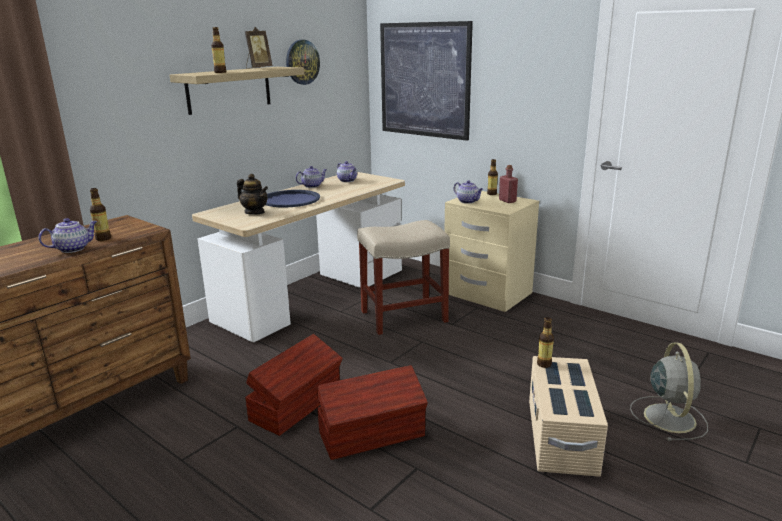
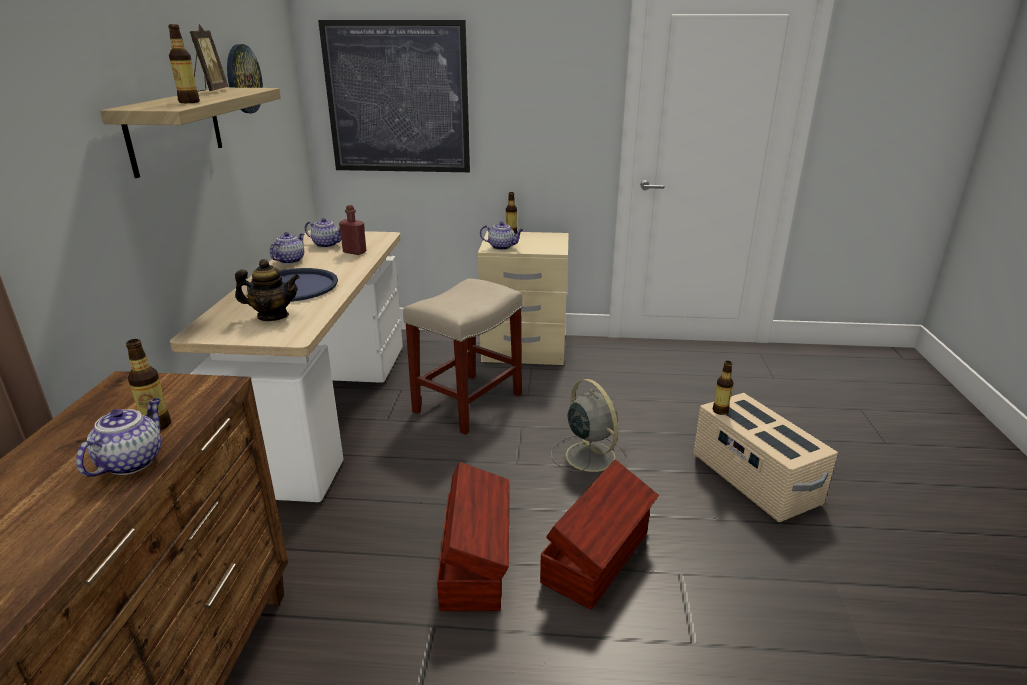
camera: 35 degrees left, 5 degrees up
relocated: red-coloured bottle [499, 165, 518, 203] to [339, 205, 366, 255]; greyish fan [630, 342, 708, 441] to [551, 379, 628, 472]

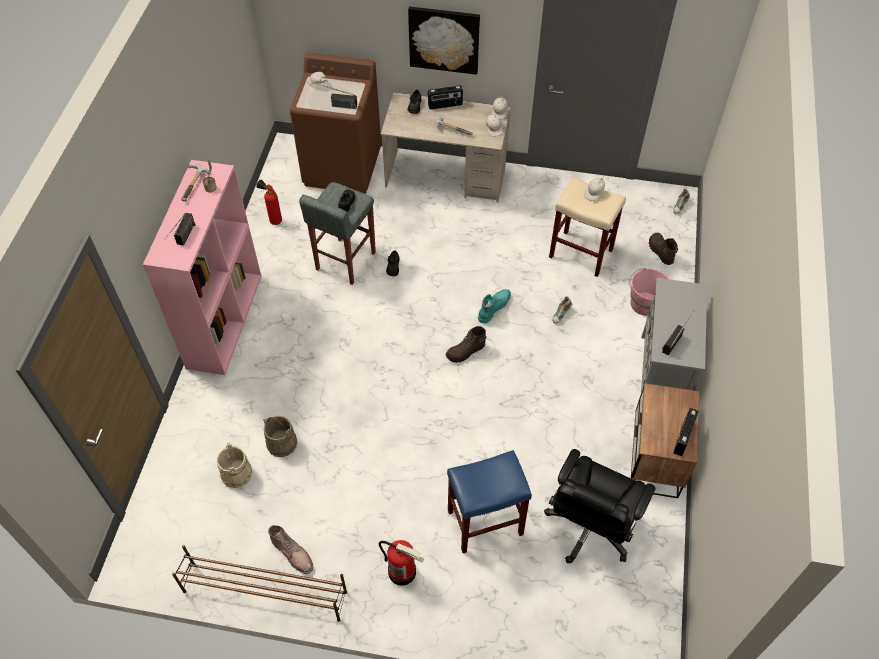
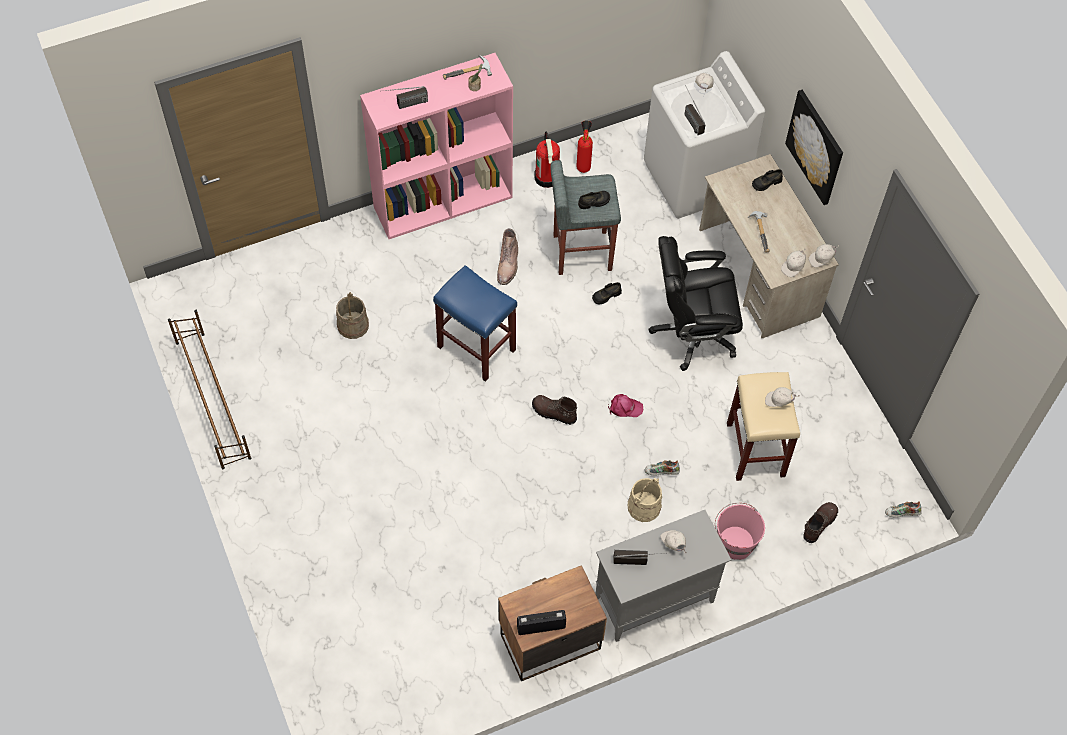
camera: 55 degrees right, 5 degrees up
missing: radio receiver [428, 85, 463, 109]
appeared: white peaked cap [660, 530, 686, 553]
relocated: beige bucket [217, 443, 252, 488] to [628, 478, 662, 522]; brown tall boot [268, 525, 313, 574] to [497, 228, 518, 285]; fire-fighting cylinder [379, 540, 424, 586] to [534, 132, 560, 188]; blue stool seat [447, 450, 532, 553] to [433, 265, 517, 382]; blackish office chair [544, 449, 655, 563] to [648, 236, 743, 371]
exchanged: turquoise tall boot [478, 289, 511, 324] to pinkish peaked cap [608, 394, 644, 417]
colour: brown laundry machine [290, 53, 381, 194] to white laundry machine [644, 51, 765, 219]

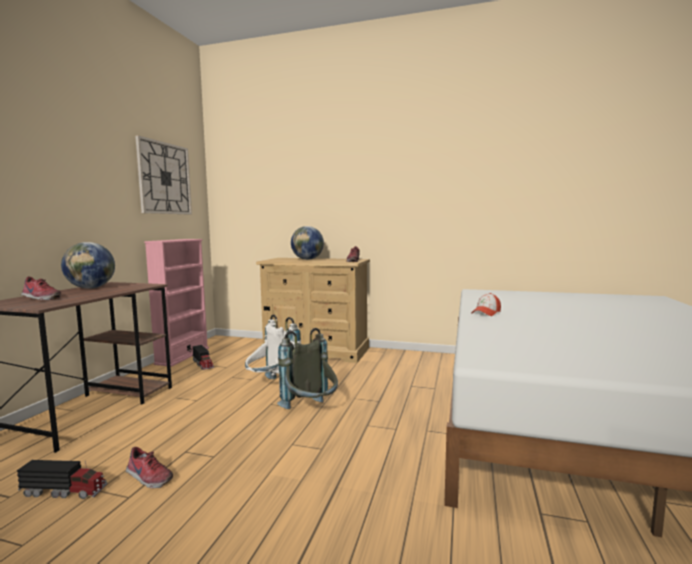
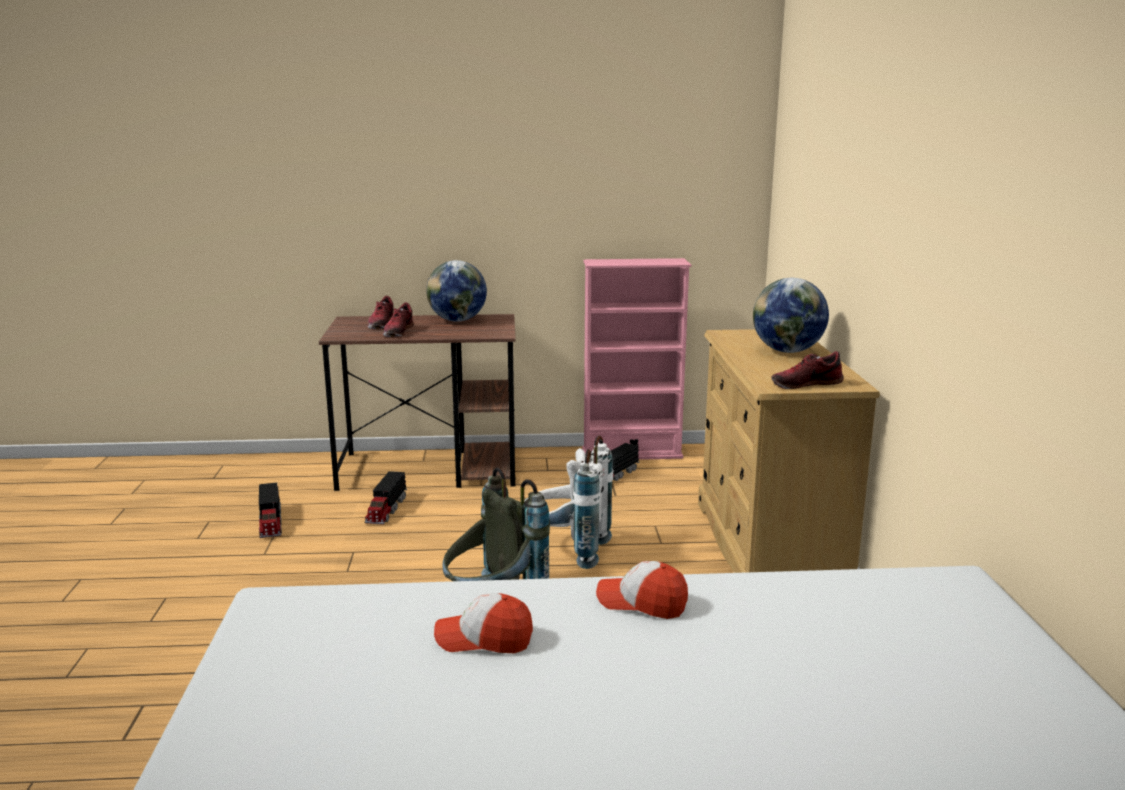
camera: 70 degrees right, 10 degrees up
missing: hanging clock [135, 135, 192, 215]
appeared: toy lorry [365, 471, 407, 525]; peaked cap [434, 593, 533, 653]
relocated: low shoe [126, 447, 173, 488] to [383, 302, 414, 337]

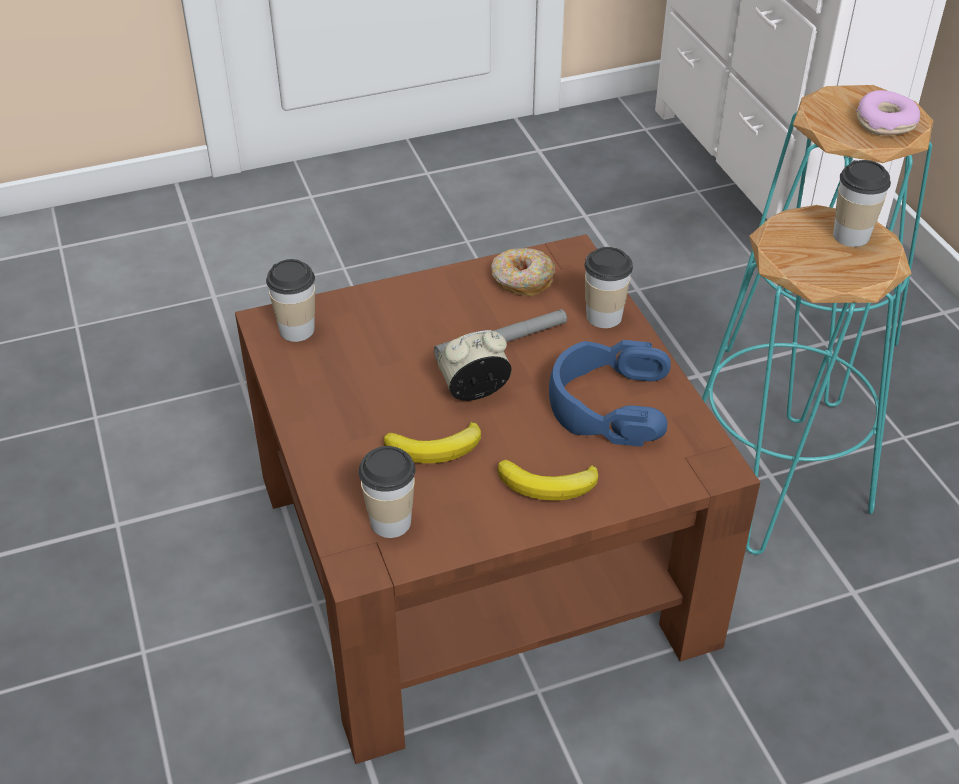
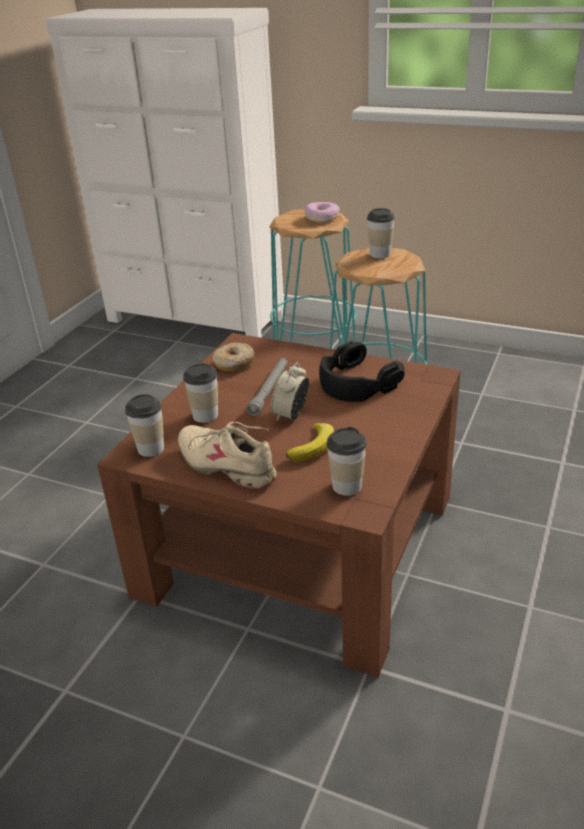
camera: 45 degrees left, 10 degrees down
missing: whole banana [497, 460, 598, 500]
appeared: beige low shoe [178, 422, 277, 489]
relocated: cup [585, 247, 633, 328] to [183, 363, 218, 423]
colour: blue pair of headphones [549, 340, 671, 447] to blackish pair of headphones [319, 341, 405, 402]

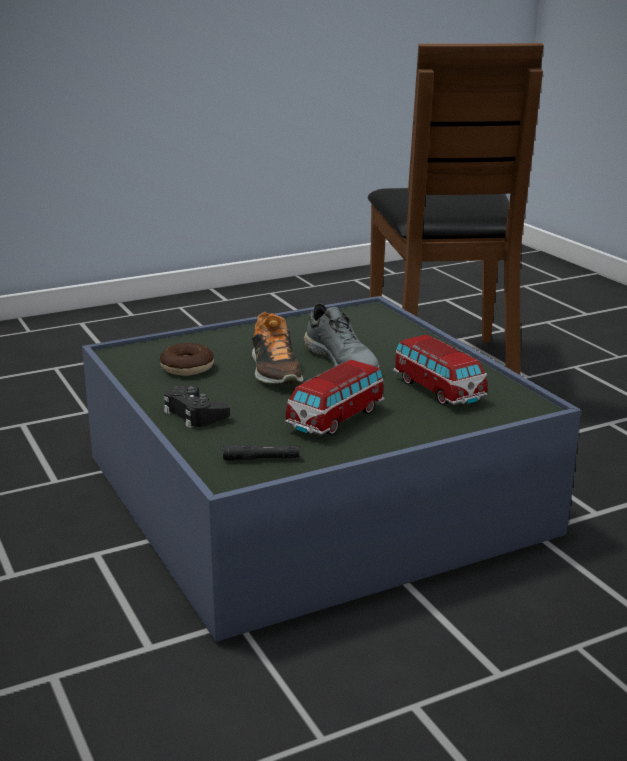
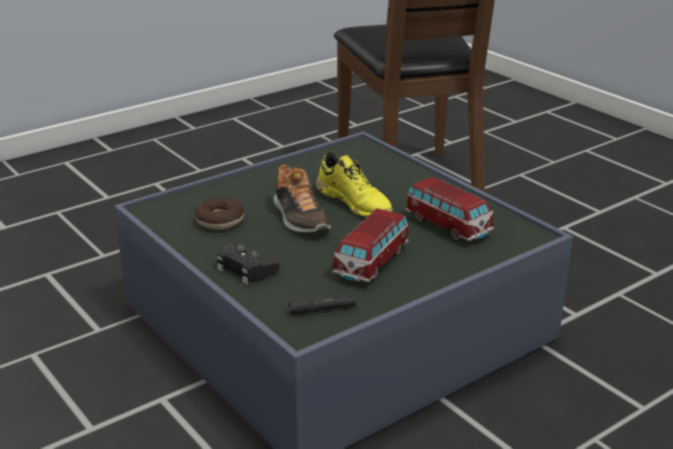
camera: 10 degrees left, 5 degrees up
colour: greyish low shoe [304, 303, 380, 368] to yellowish low shoe [316, 152, 393, 217]

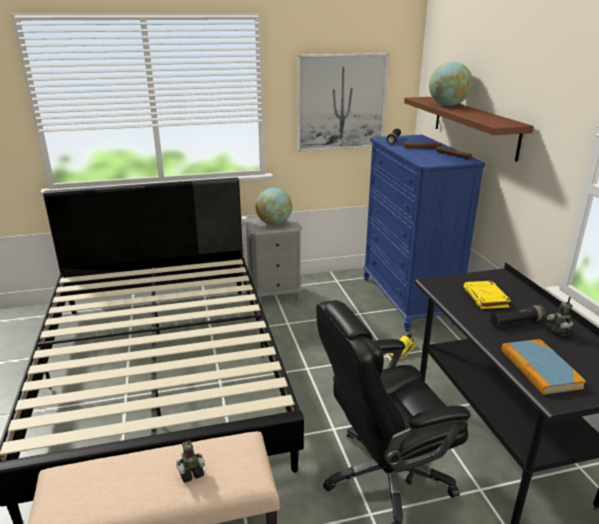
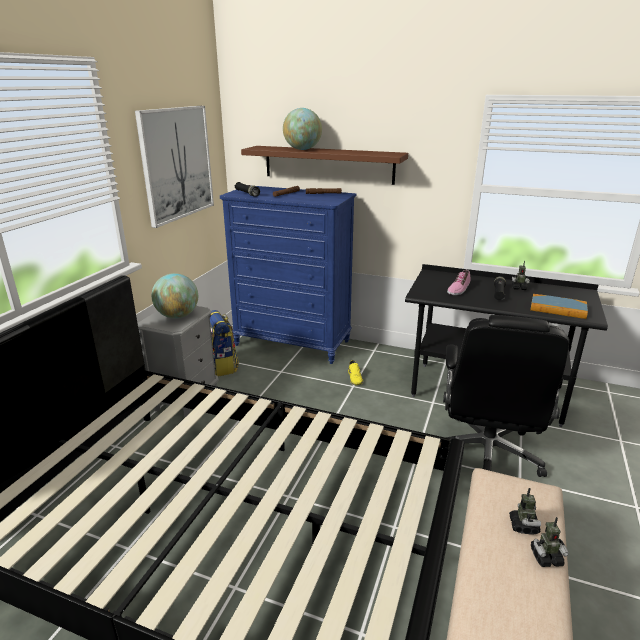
camera: 55 degrees left, 0 degrees up
appeared: backpack [209, 310, 239, 377]; toy robot [531, 517, 569, 567]
exchanged: yellowish book [463, 281, 511, 309] to low shoe [447, 270, 470, 295]

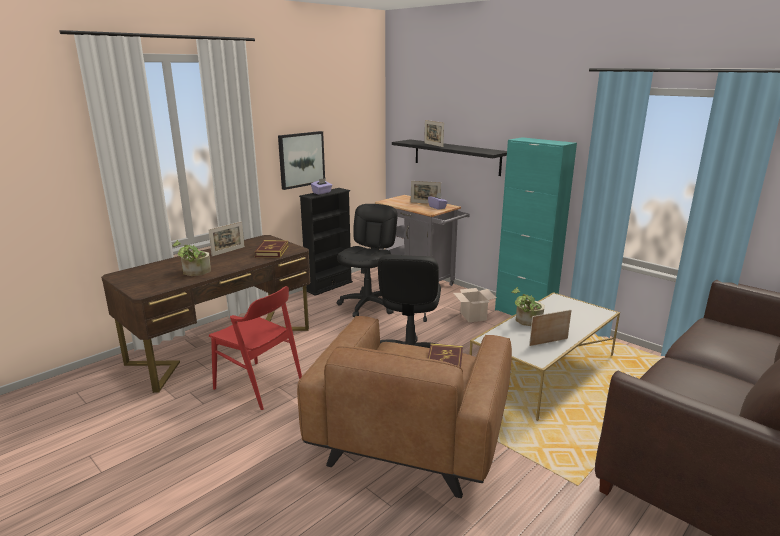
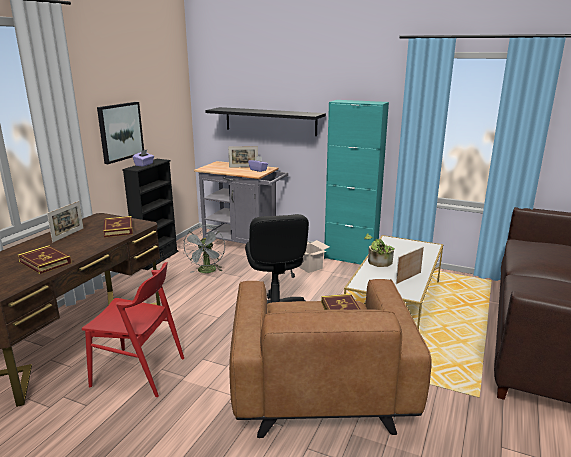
camera: 20 degrees left, 0 degrees up
missing: standing frame [424, 120, 444, 147]
exchanged: houseplant [172, 240, 211, 276] to book [18, 245, 71, 274]; blackish office chair [337, 204, 398, 317] to greyish fan [183, 225, 225, 273]

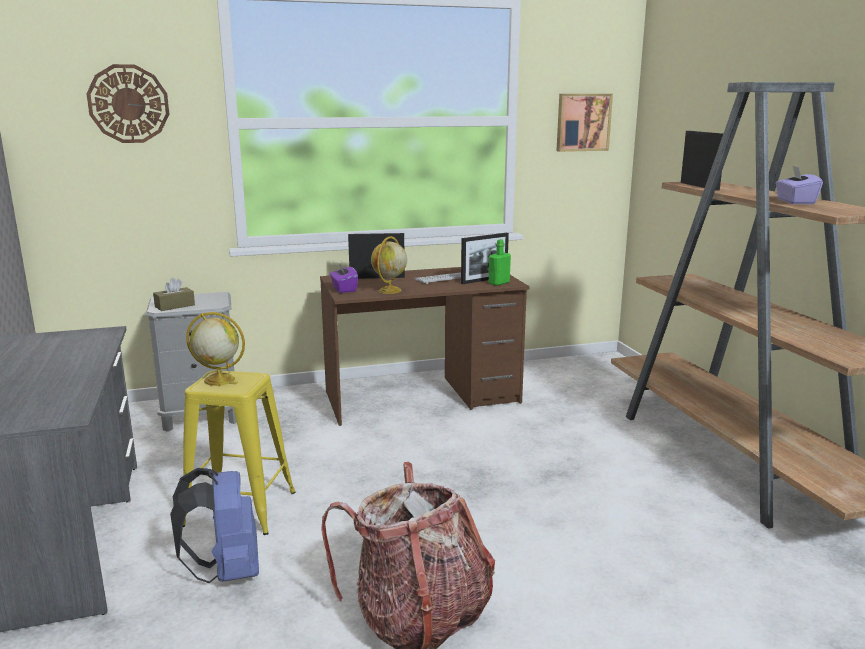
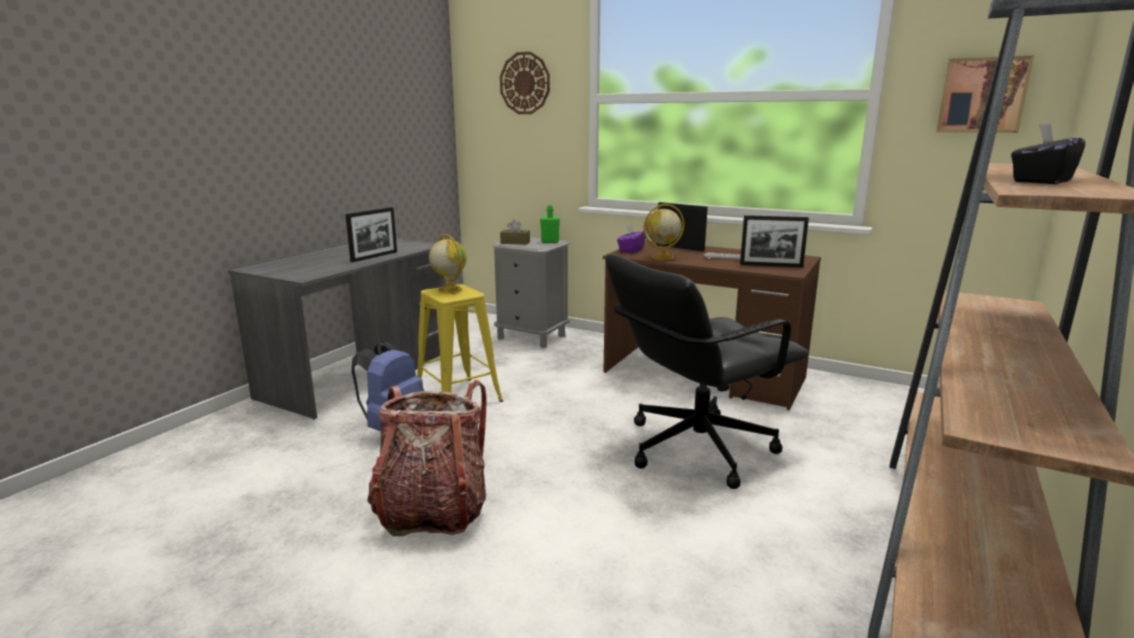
camera: 45 degrees right, 0 degrees up
appeared: blackish office chair [605, 255, 809, 489]
relocated: green-coloured bottle [489, 239, 511, 286] to [540, 205, 560, 243]; standing frame [681, 131, 723, 190] to [345, 207, 397, 262]
colour: purple-coloured tissue box [776, 166, 823, 204] to blackish tissue box [1011, 123, 1085, 184]

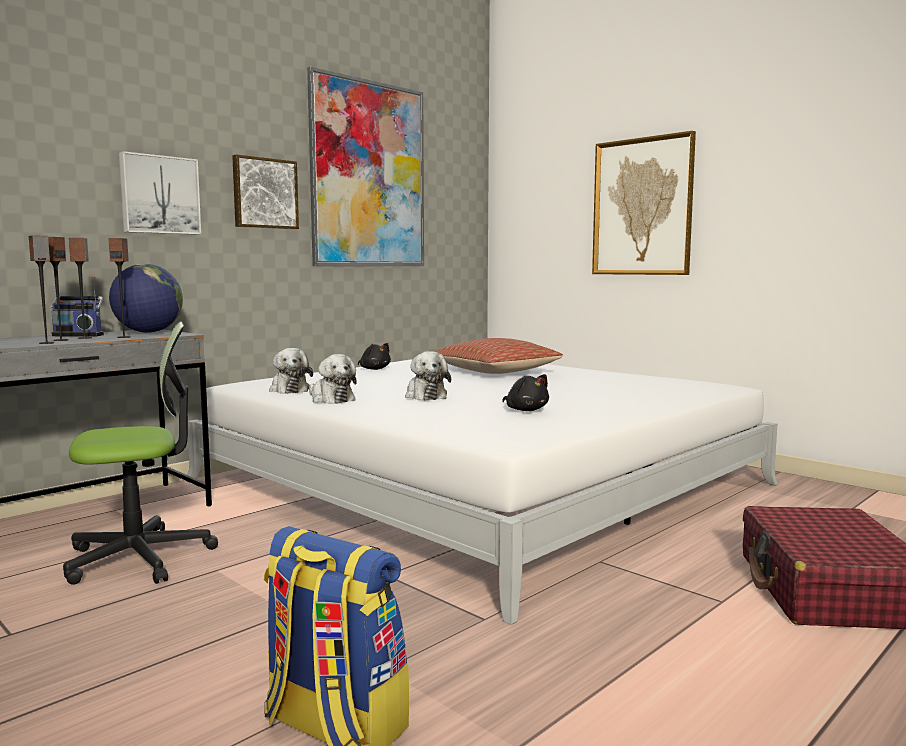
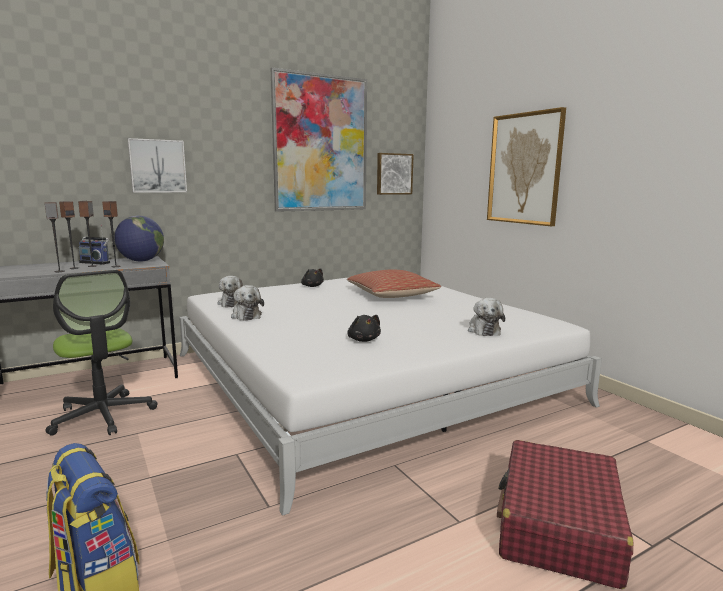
camera: 15 degrees right, 5 degrees up
relocated: wall art [232, 154, 299, 229] to [377, 153, 414, 195]; plush toy [405, 351, 451, 401] to [468, 298, 505, 336]
spun: office chair [63, 322, 218, 585] = [45, 270, 158, 436] 60 degrees clockwise

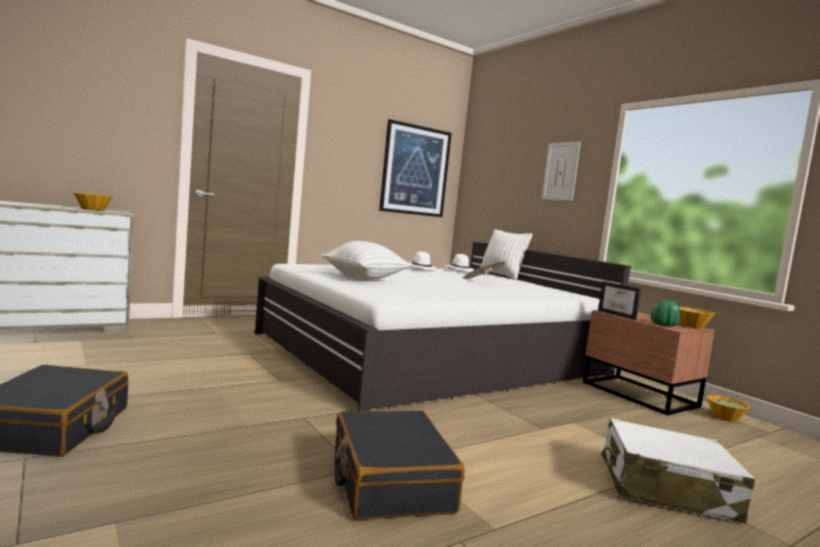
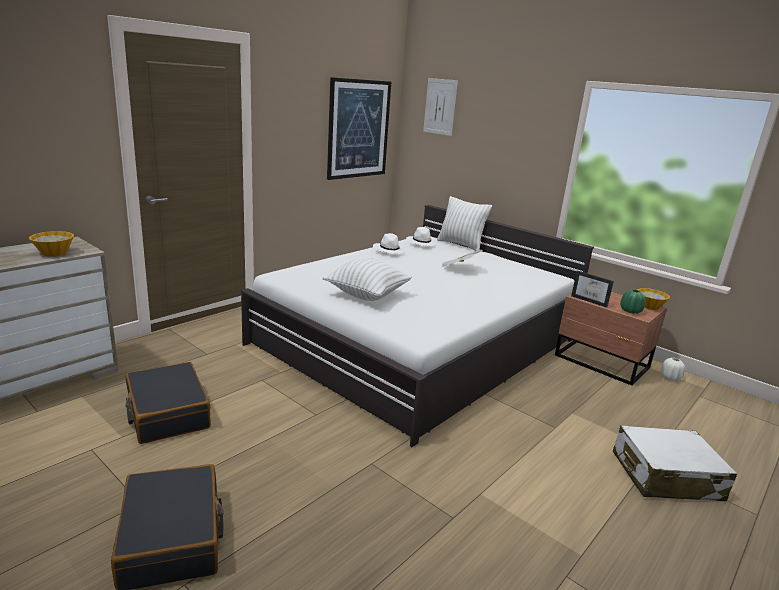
camera: 15 degrees left, 15 degrees up
relocated: blackish piece of luggage [335, 410, 465, 520] to [125, 362, 211, 444]; wall art [542, 141, 581, 201] to [423, 78, 458, 136]
exchanged: deep dish [707, 395, 750, 422] to white decorative vase [660, 358, 685, 381]

